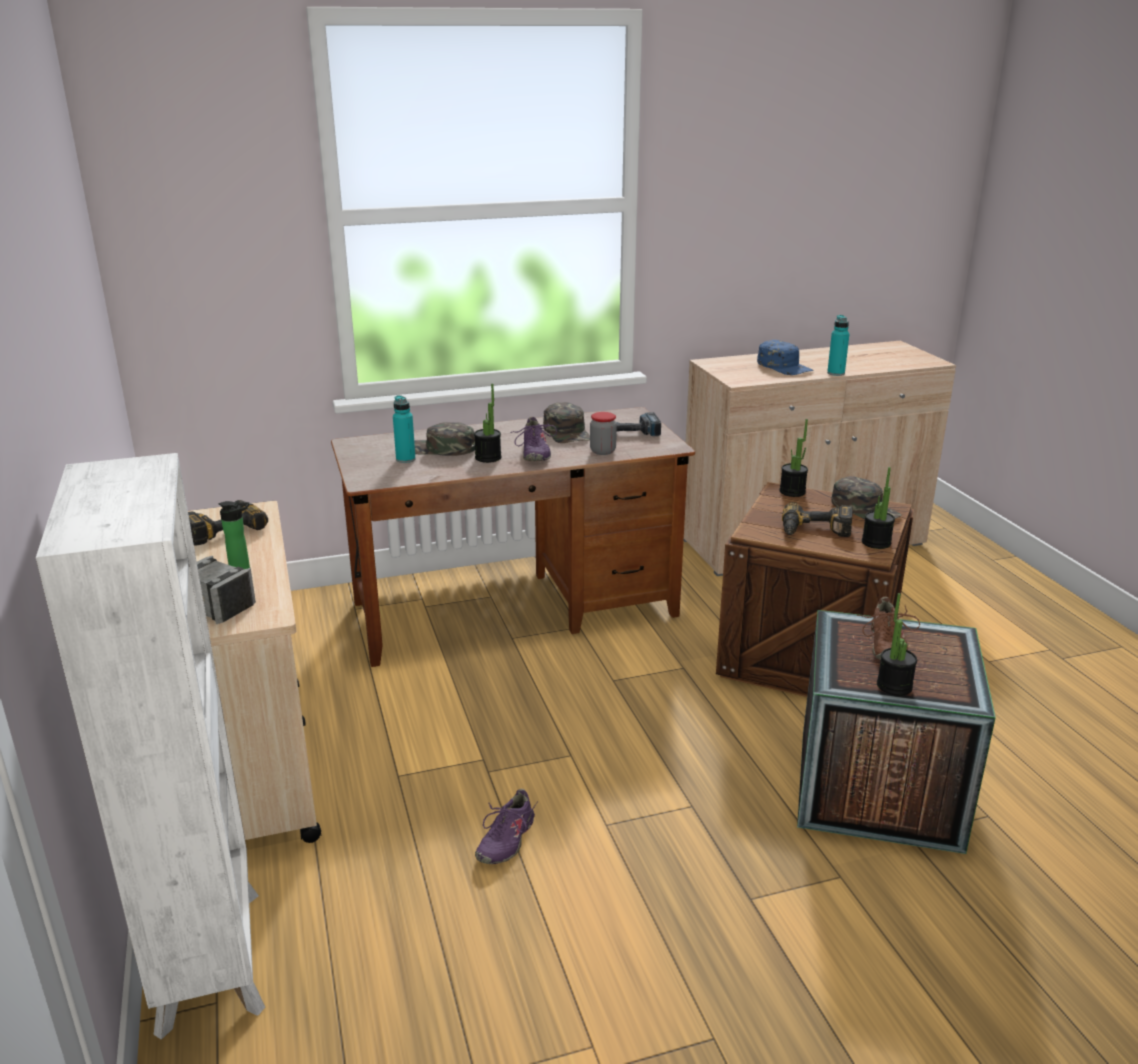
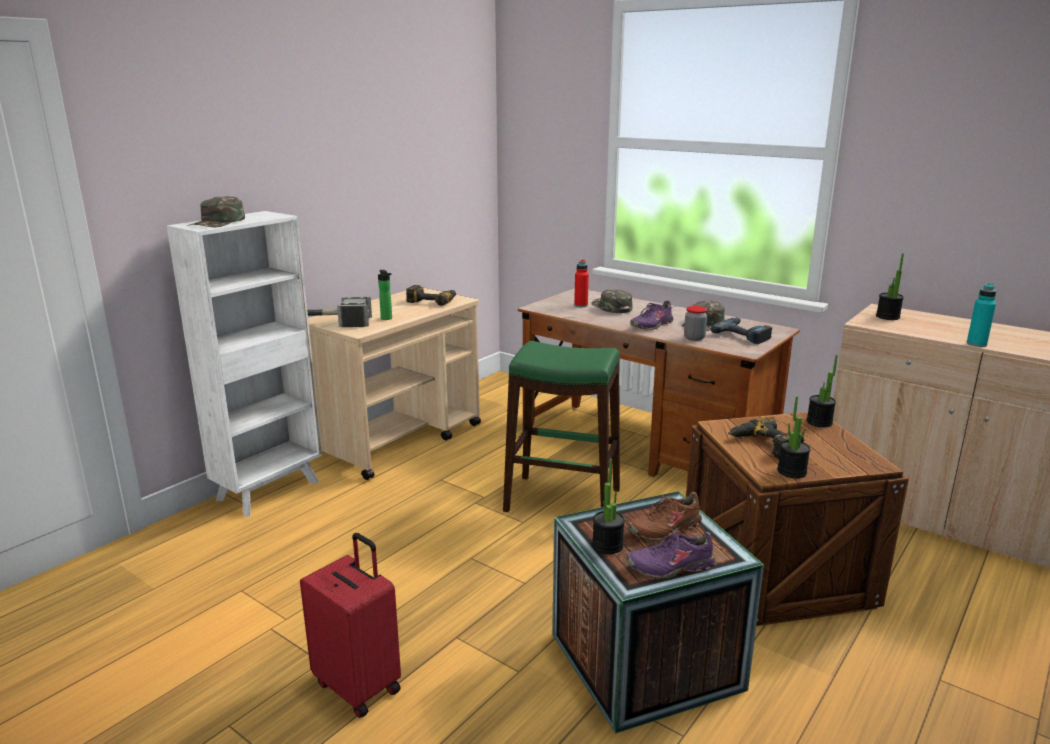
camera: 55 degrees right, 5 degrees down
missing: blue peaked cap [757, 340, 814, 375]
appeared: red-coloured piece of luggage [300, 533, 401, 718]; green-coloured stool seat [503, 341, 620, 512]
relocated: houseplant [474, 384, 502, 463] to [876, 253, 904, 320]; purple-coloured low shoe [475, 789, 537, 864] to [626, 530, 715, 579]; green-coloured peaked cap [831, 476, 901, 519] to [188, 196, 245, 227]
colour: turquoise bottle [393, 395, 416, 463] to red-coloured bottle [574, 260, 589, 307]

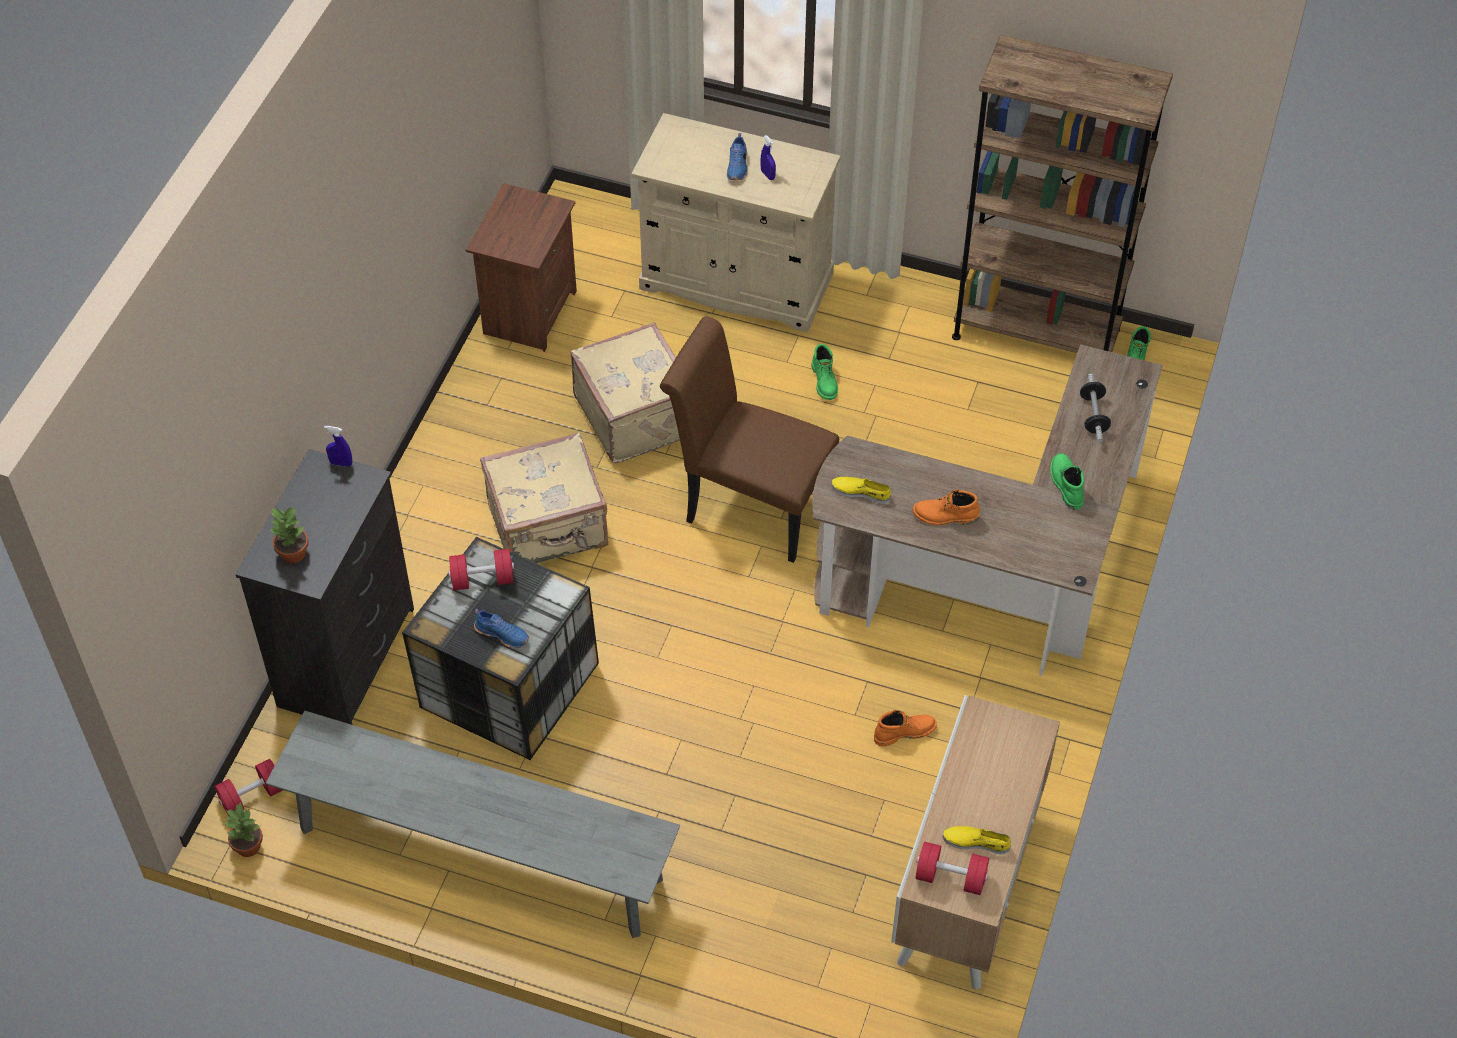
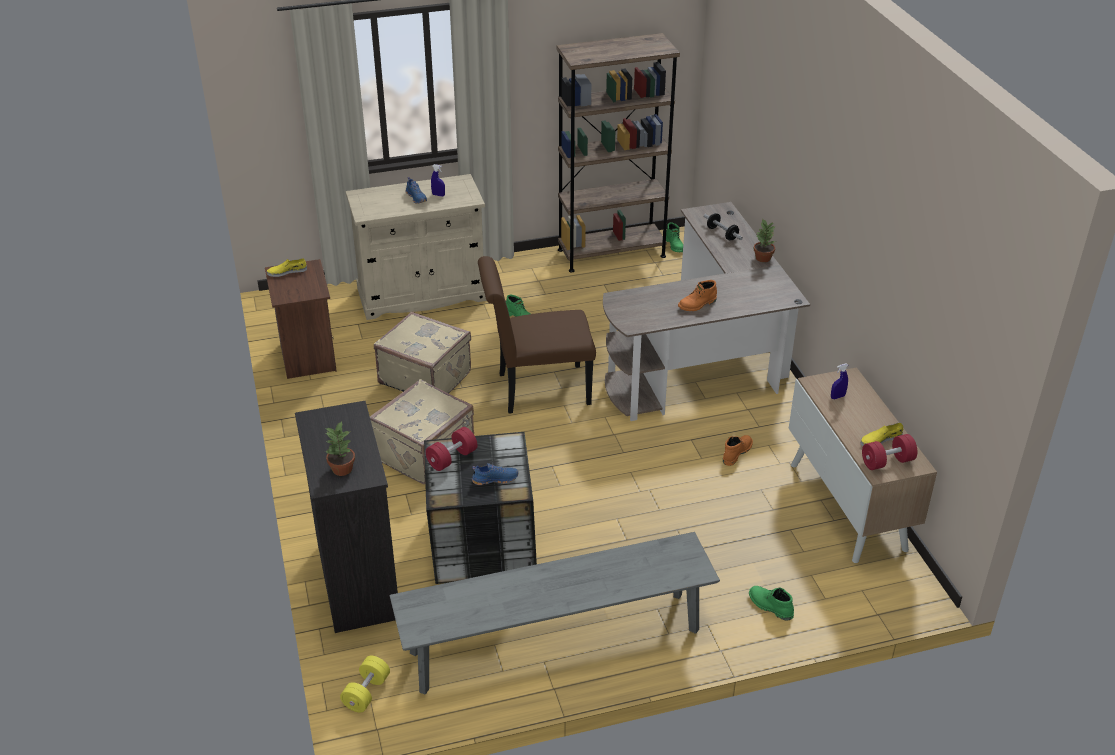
camera: 35 degrees left, 15 degrees down
relocated: houseplant [225, 802, 263, 857] to [754, 220, 776, 262]; blue spray bottle [324, 426, 352, 467] to [831, 363, 848, 399]; yellowish low shoe [831, 477, 891, 504] to [267, 258, 307, 277]; green-coloured tall boot [1051, 453, 1084, 510] to [749, 586, 794, 621]
colour: red-coloured dumbbell [215, 759, 283, 816] to yellowish dumbbell [340, 655, 390, 713]

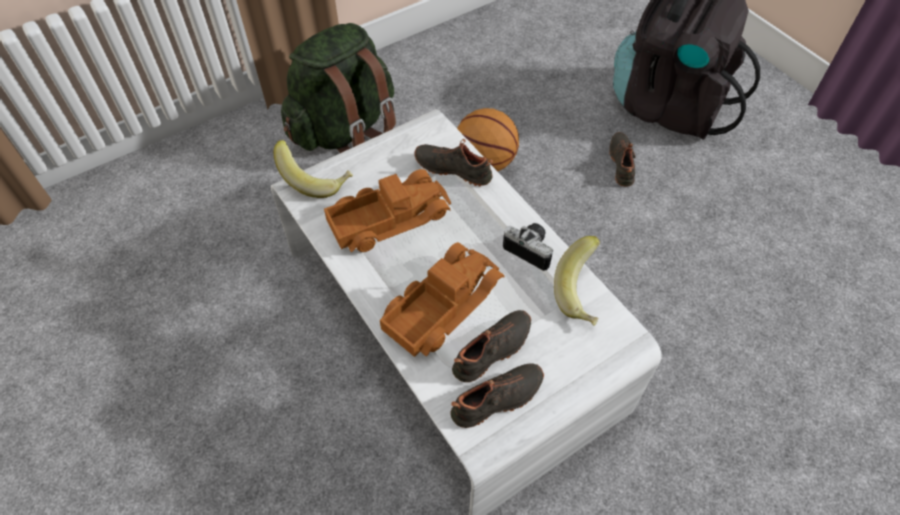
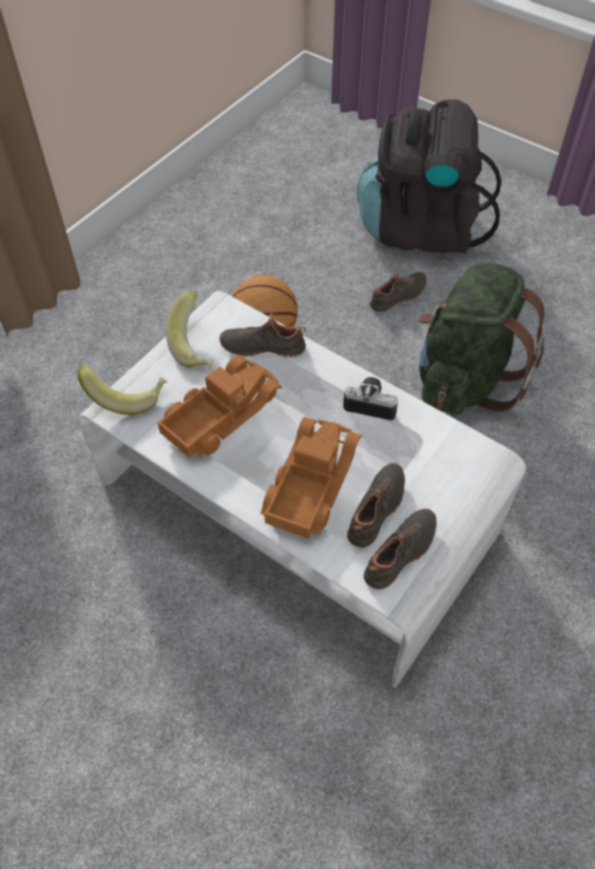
camera: 20 degrees left, 0 degrees up
relocated: green-coloured backpack [281, 23, 396, 153] to [419, 262, 545, 415]; whole banana [554, 236, 600, 326] to [166, 291, 213, 367]
spun: blackish low shoe [609, 132, 635, 187] = [370, 272, 427, 312] 75 degrees clockwise

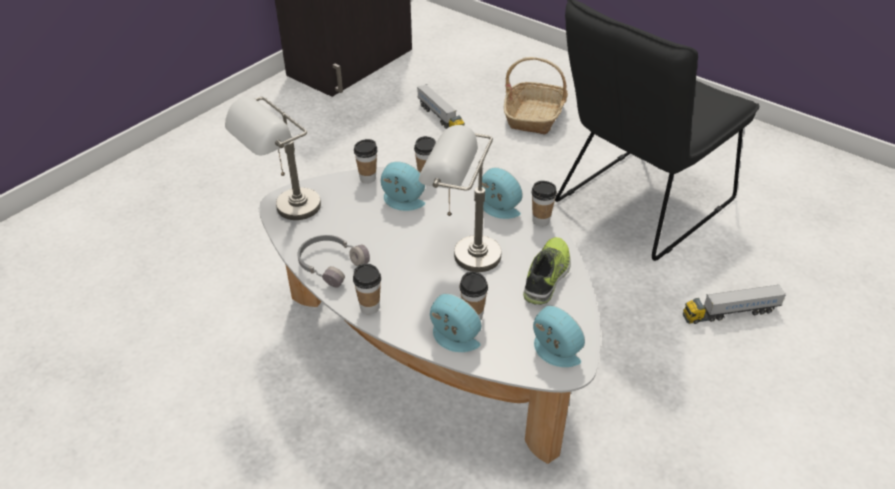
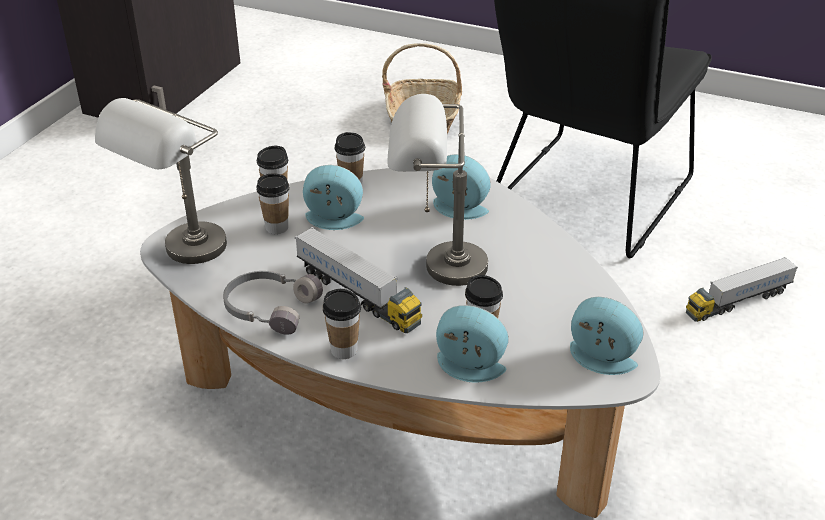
camera: 15 degrees left, 5 degrees down
missing: low shoe [523, 237, 571, 305]
relocated: toy lorry [417, 84, 465, 129] to [295, 227, 422, 333]; cup [531, 181, 557, 226] to [257, 173, 290, 234]

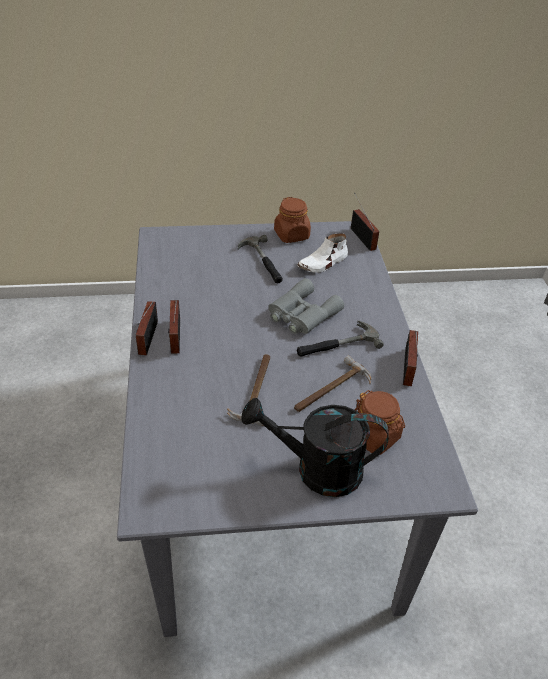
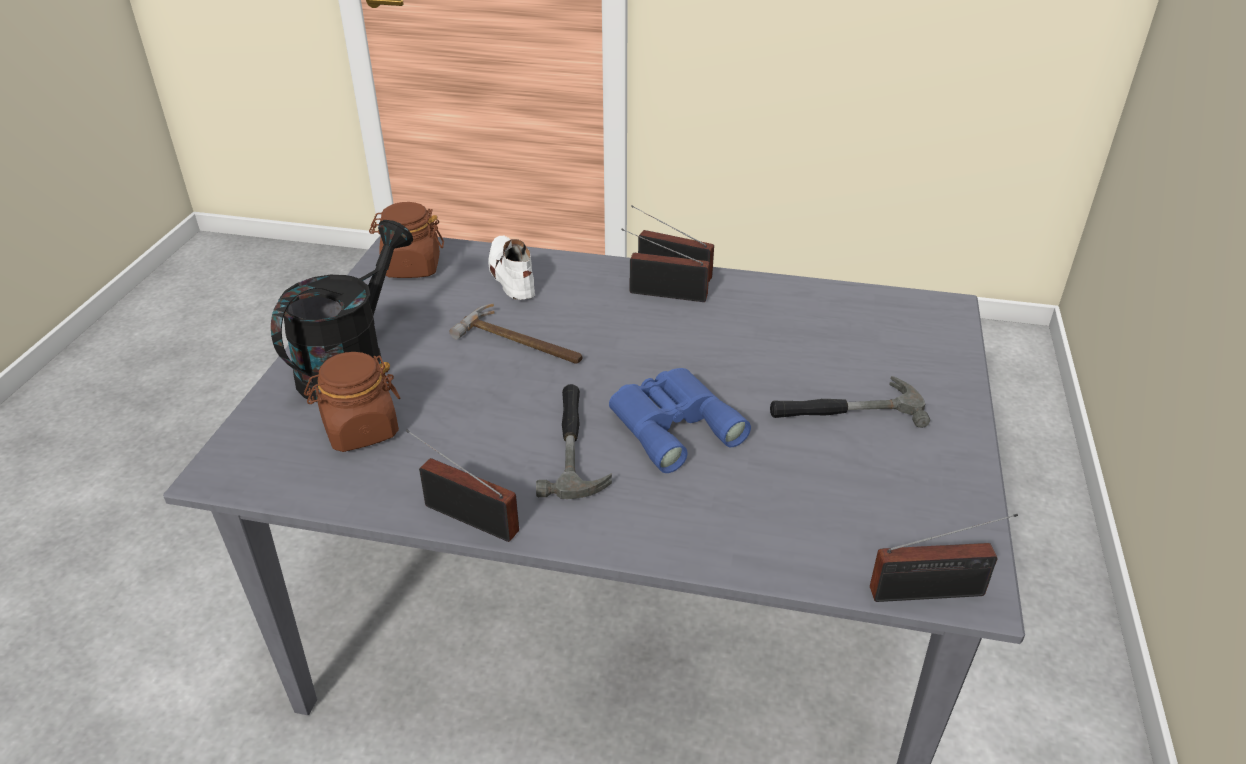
camera: 110 degrees right, 5 degrees down
missing: tool hammer [294, 356, 371, 412]
relocated: brown jar [274, 197, 311, 243] to [369, 202, 444, 278]; white low shoe [297, 234, 348, 273] to [488, 236, 535, 300]
colour: greyish binoculars [268, 278, 344, 334] to blue binoculars [609, 368, 751, 473]

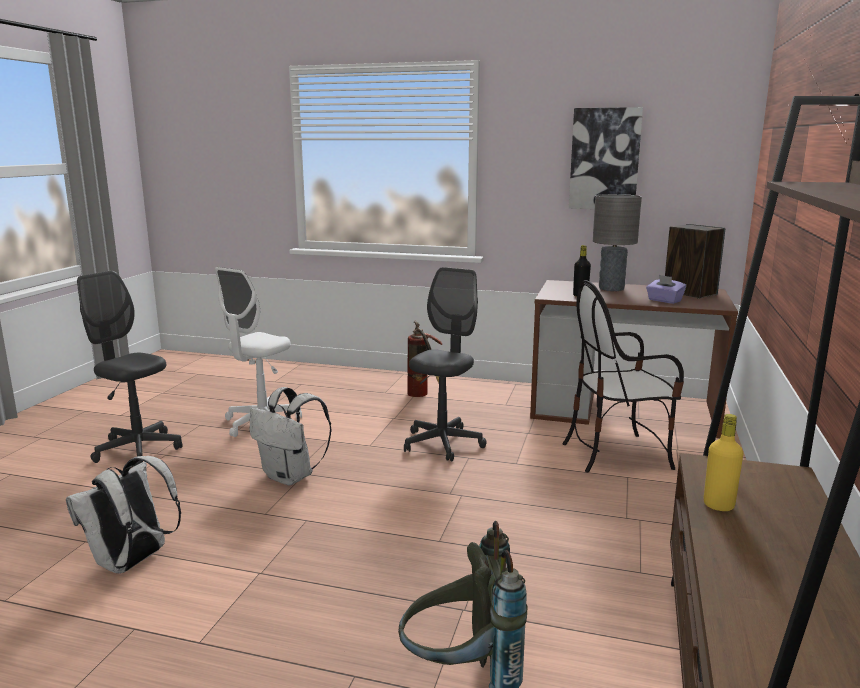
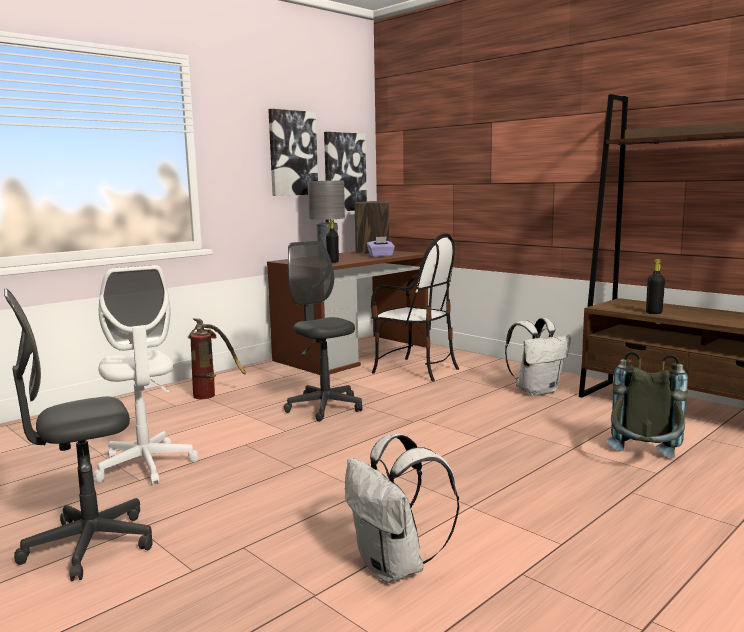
camera: 60 degrees left, 5 degrees down
appeared: wall art [324, 132, 367, 211]
relocated: white backpack [250, 387, 332, 486] to [505, 318, 571, 396]
colour: yellowish bottle [704, 414, 743, 511] to blackish bottle [646, 259, 665, 314]
spun: upright chair [563, 280, 684, 472] = [371, 233, 459, 382] 75 degrees counterclockwise

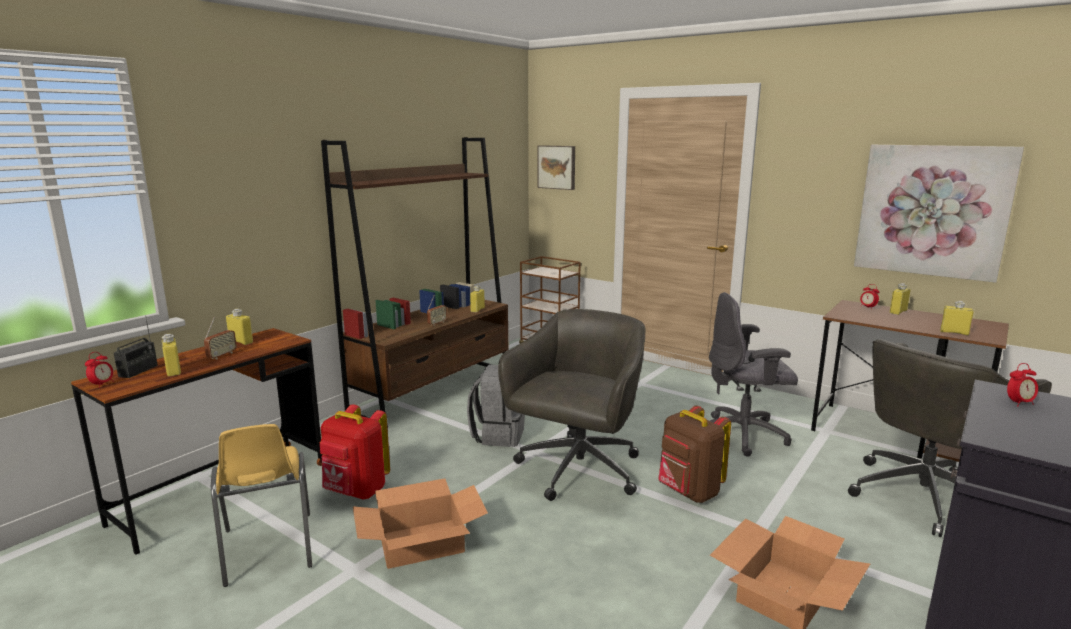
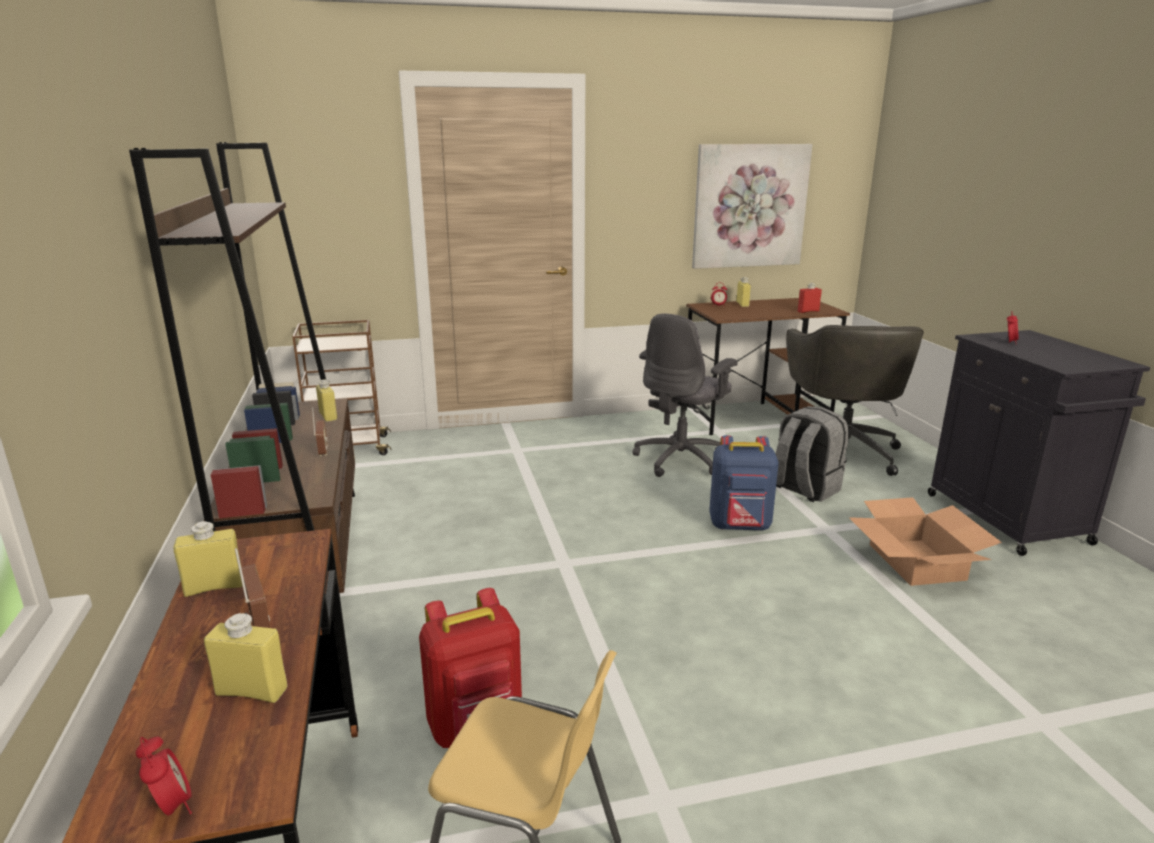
camera: 50 degrees left, 5 degrees up
missing: radio receiver [114, 316, 158, 378]; carton [353, 478, 488, 569]; greyish office chair [498, 309, 645, 501]; wall art [538, 145, 575, 190]
relocated: greyish backpack [467, 365, 525, 447] to [775, 406, 849, 502]
colour: brown backpack [658, 405, 731, 503] to blue backpack [709, 435, 779, 531]; yellowish bottle [940, 301, 974, 336] to red-coloured bottle [797, 283, 822, 313]

